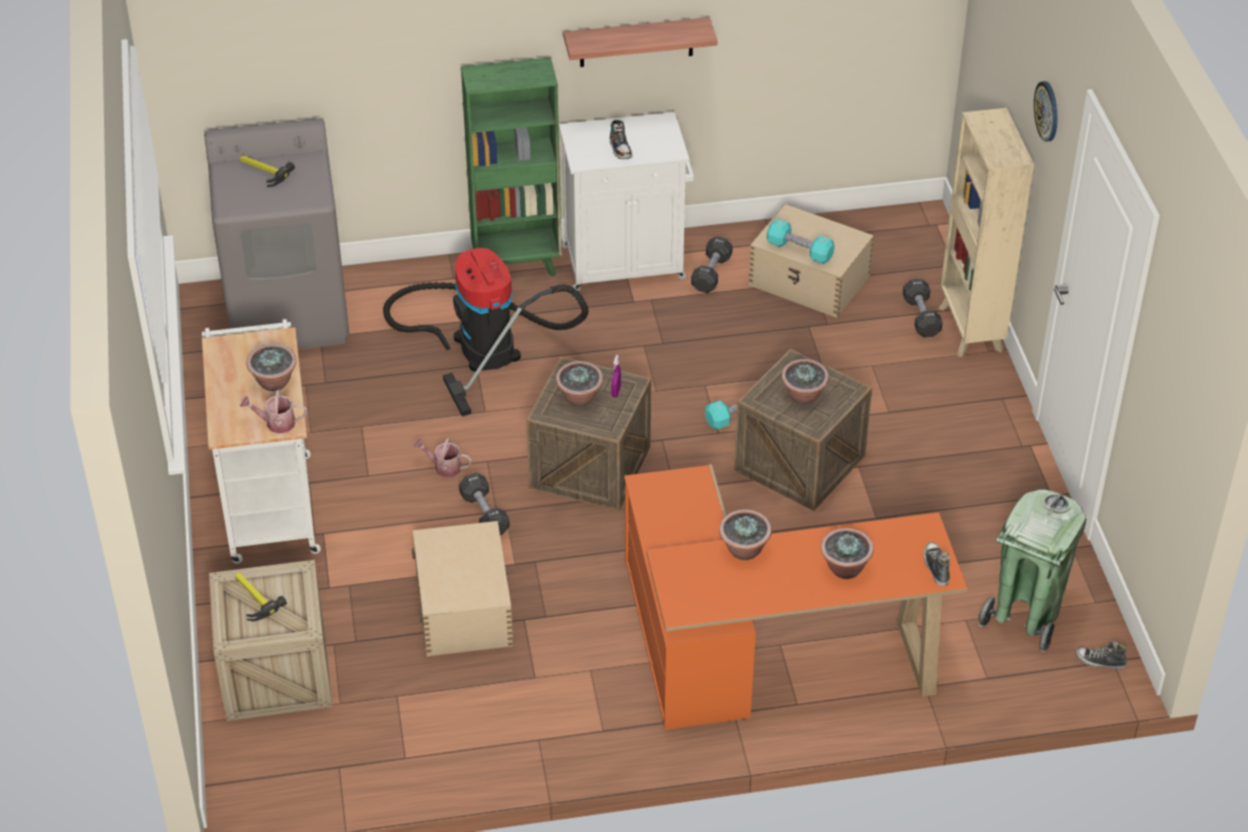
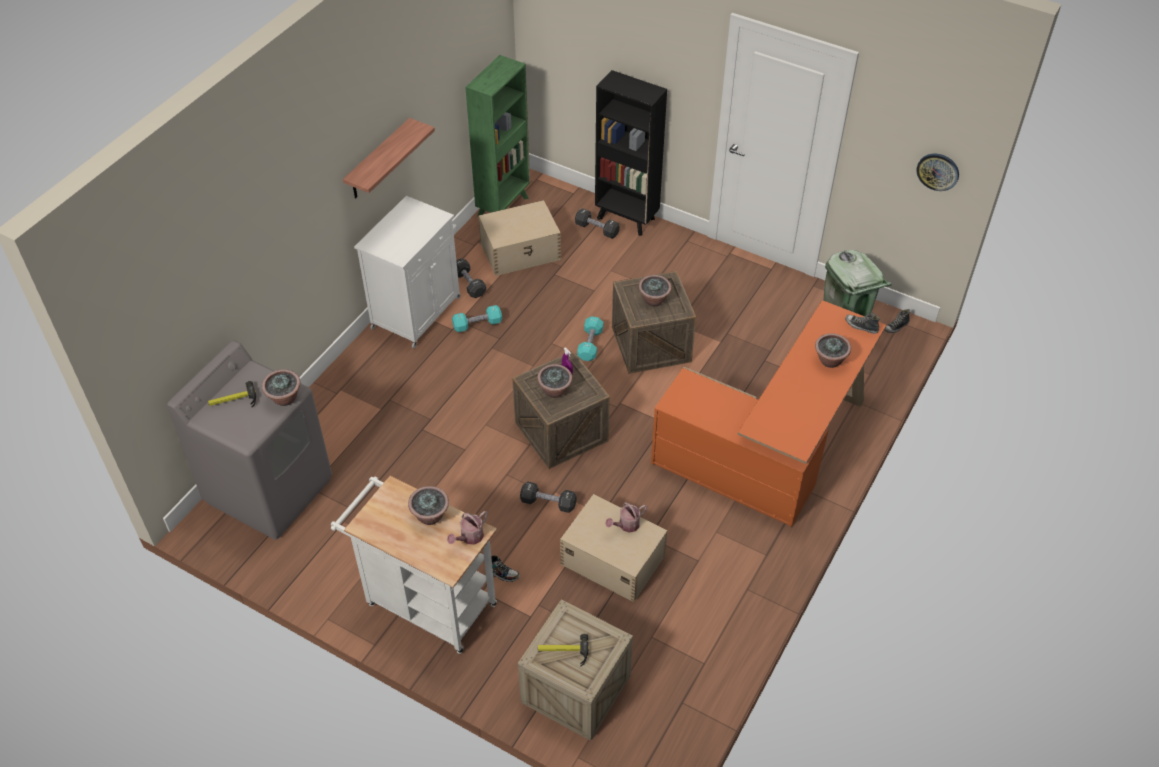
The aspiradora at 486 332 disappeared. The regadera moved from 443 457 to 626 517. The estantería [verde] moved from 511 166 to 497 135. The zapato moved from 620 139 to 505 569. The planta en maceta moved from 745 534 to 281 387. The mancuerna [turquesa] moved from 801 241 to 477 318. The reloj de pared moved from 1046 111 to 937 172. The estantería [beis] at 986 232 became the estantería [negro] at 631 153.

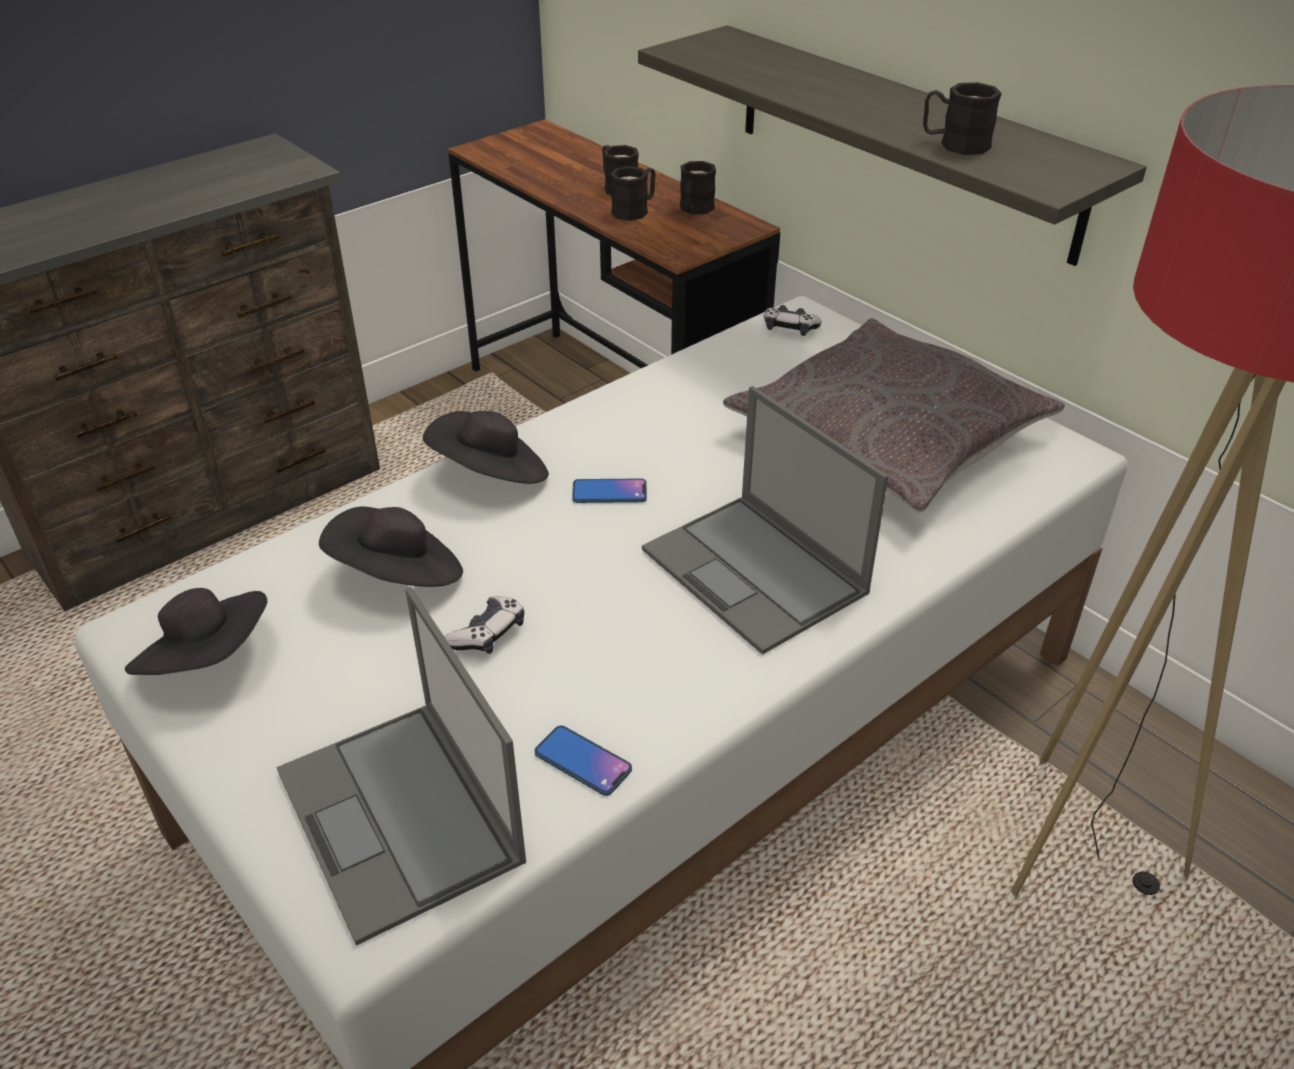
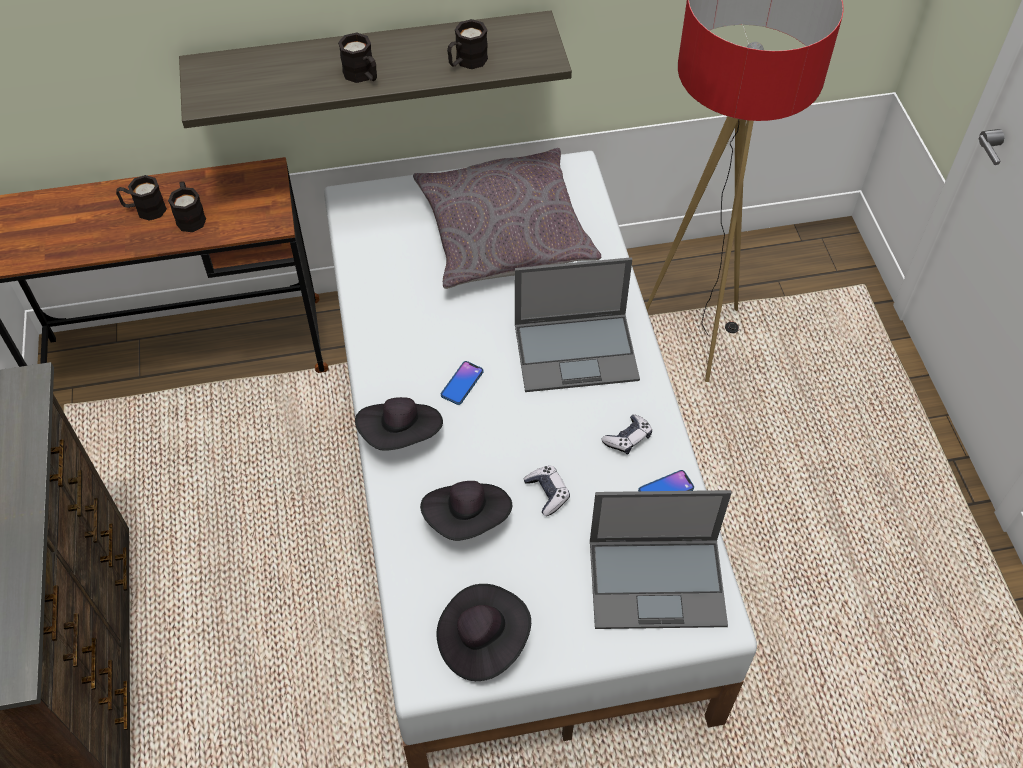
The taza grande [negro] moved from 698 187 to 357 57. The mando de consola moved from 793 320 to 626 434.

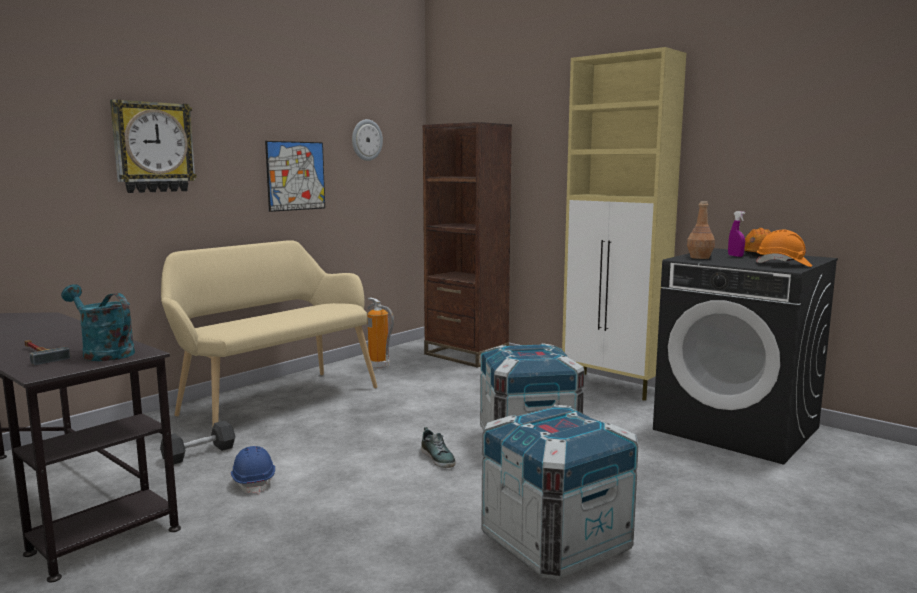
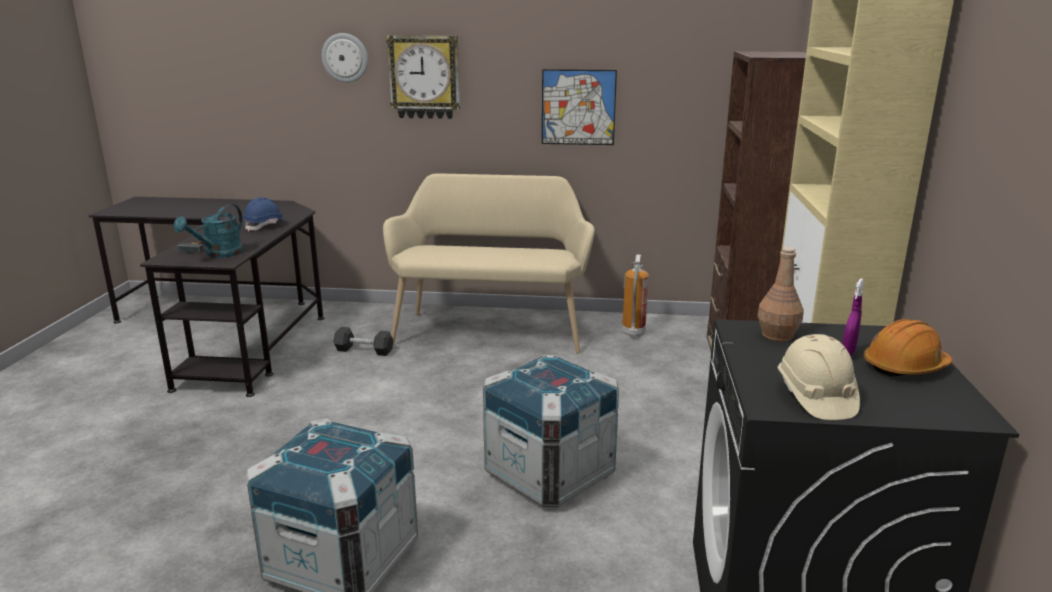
The zapato at 438 447 disappeared. The casco [azul] moved from 253 470 to 265 214. The reloj de pared moved from 367 140 to 345 58. The casco [naranja] at 783 248 became the casco [beis] at 819 377. The regadera [turquesa] at 98 322 turned 150 degrees counterclockwise.

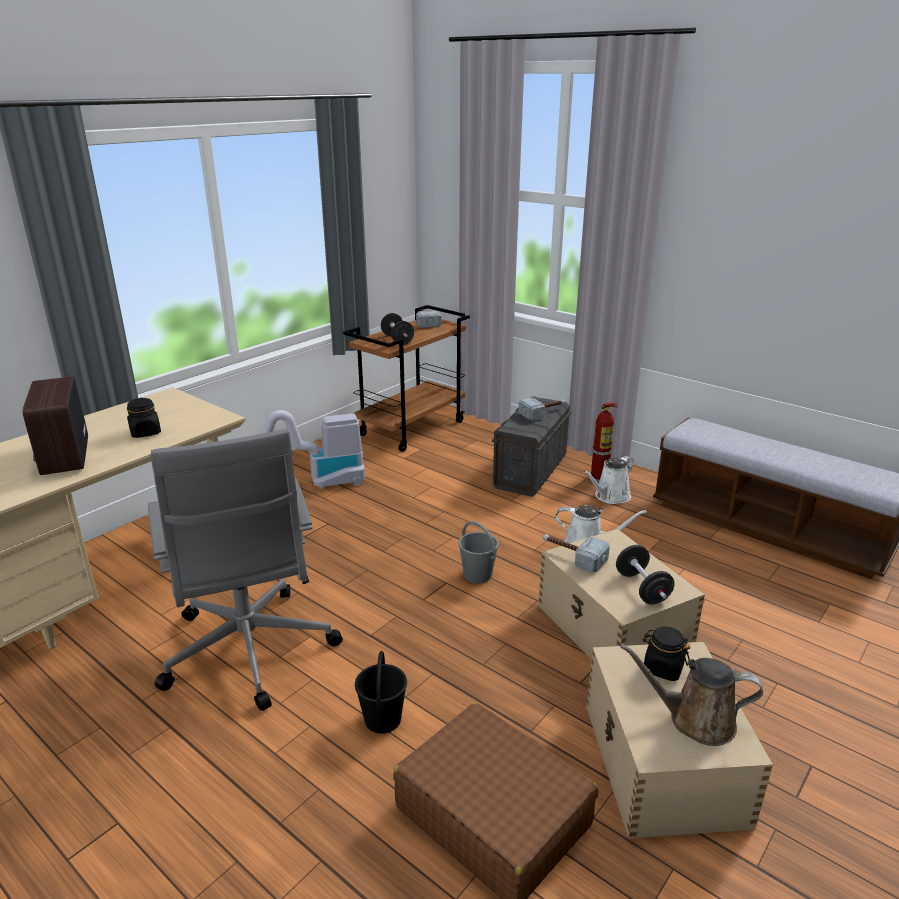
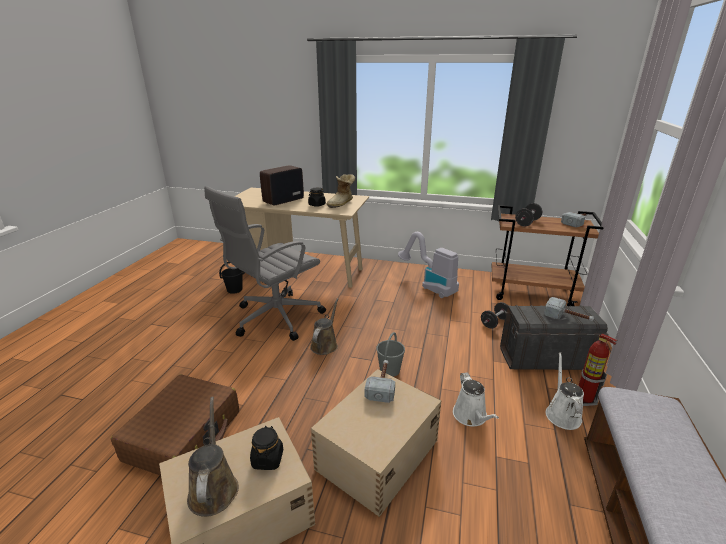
The regadera [marrón] at 324 326 appeared. The bota at 340 191 appeared. The cubo [negro] moved from 381 692 to 232 278. The mancuerna [negro] moved from 645 574 to 494 315. The regadera [blanco] at 608 480 turned 75 degrees clockwise.

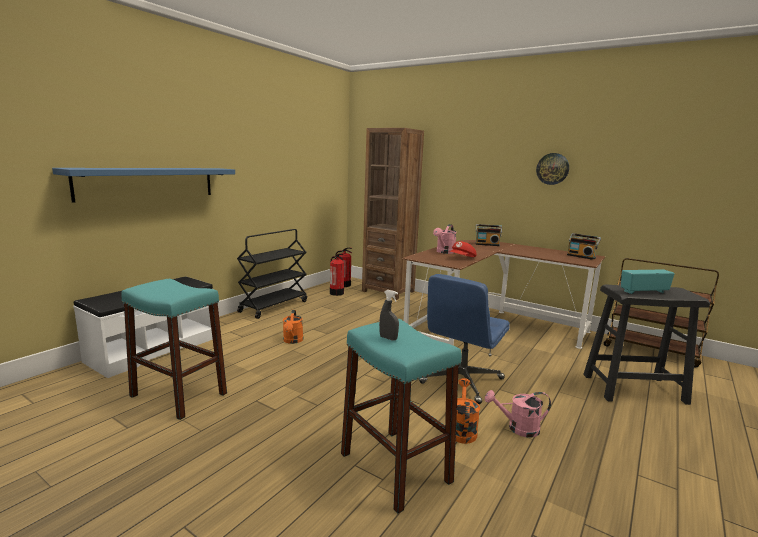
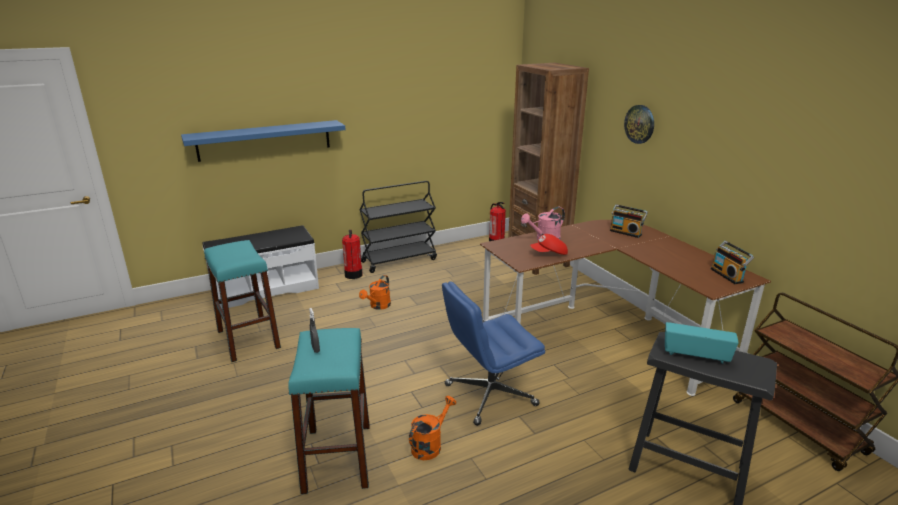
The regadera [rosa] at 518 414 disappeared. The extintor moved from 337 275 to 352 254. The reloj de pared moved from 552 169 to 639 124.

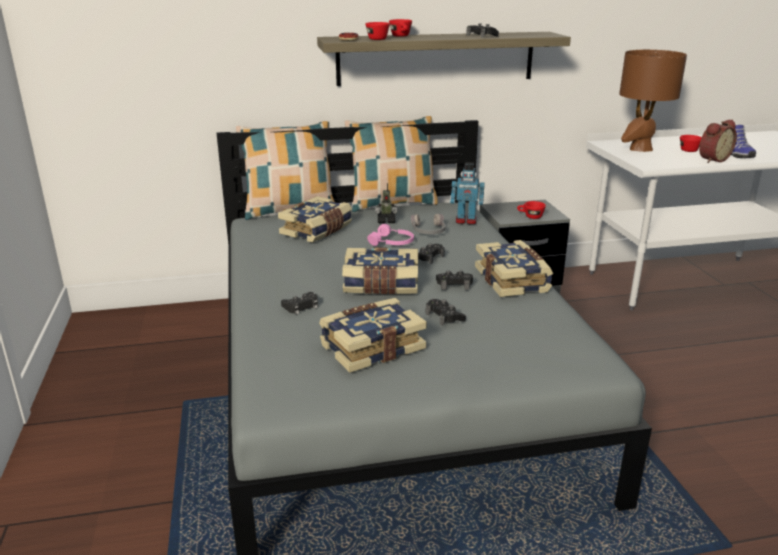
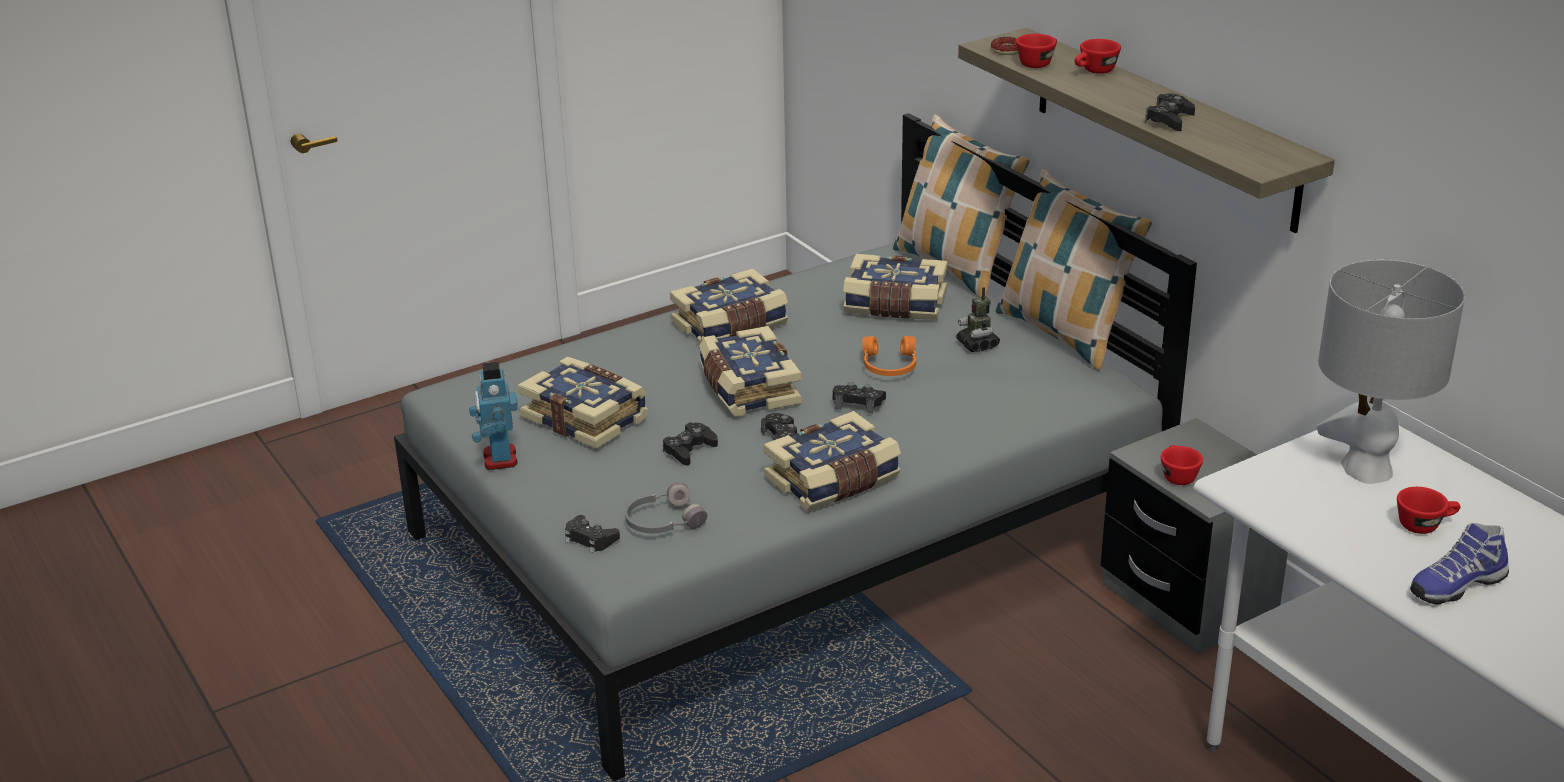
The despertador at 718 141 disappeared. The libro at 729 307 appeared. The mando de consola [negro] moved from 299 303 to 592 534. The auriculares [gris] moved from 428 224 to 666 507. The robot de juguete moved from 467 193 to 493 416. The auriculares [rosa] at 390 235 became the auriculares [naranja] at 889 356. The lámpara de mesa [marrón] at 653 101 became the lámpara de mesa [gris] at 1390 371.

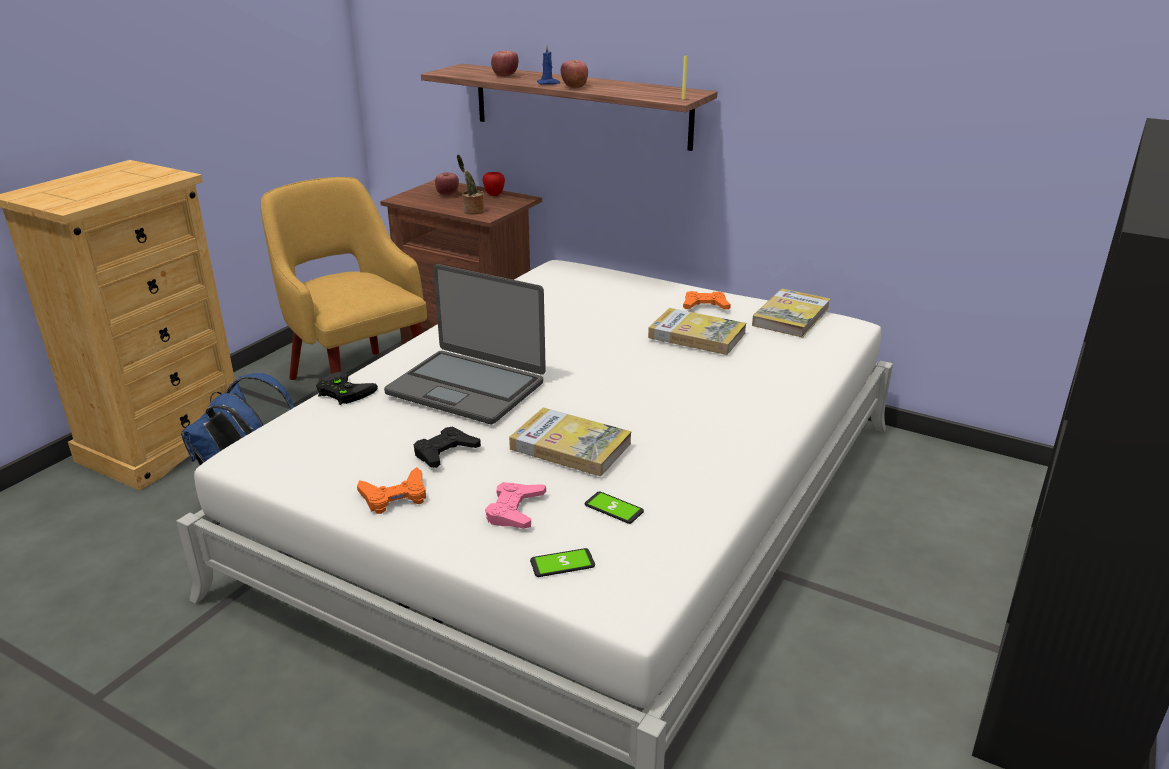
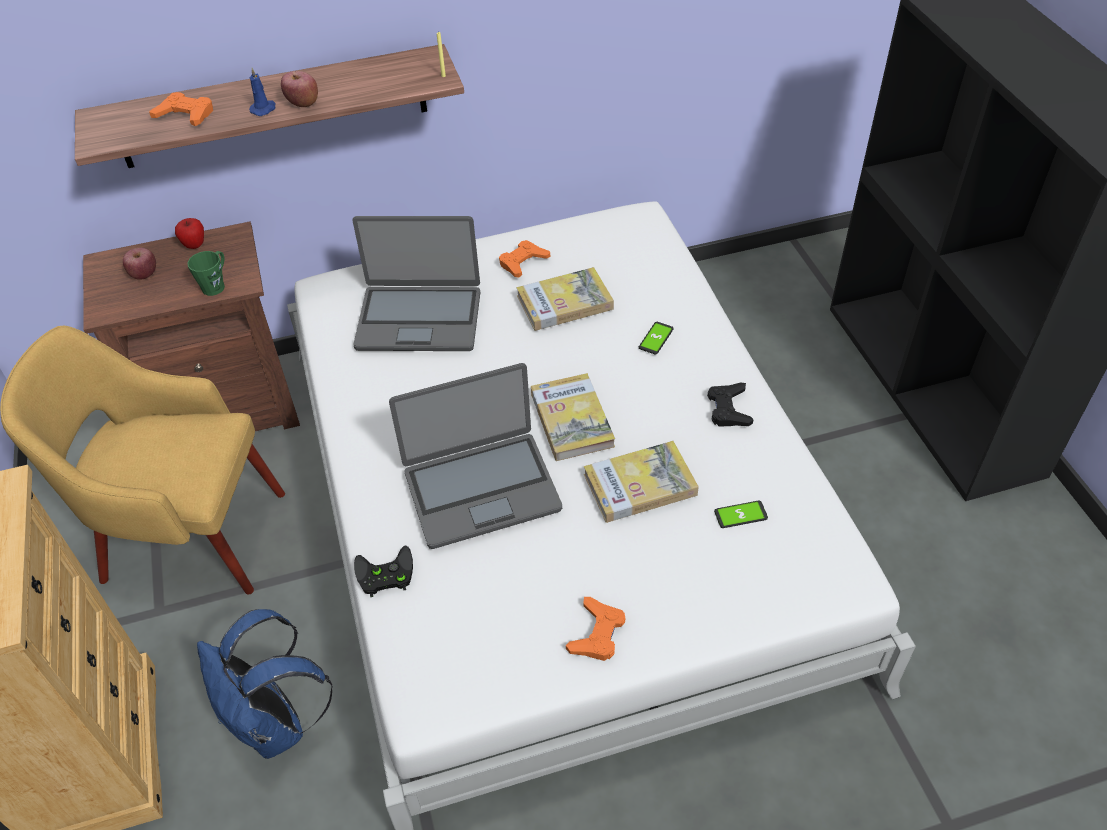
The mando de consola [rosa] at 515 505 disappeared. The portátil at 416 283 appeared. The mando de consola [negro] moved from 447 447 to 730 404. The móvil moved from 562 562 to 656 338. The libro moved from 791 313 to 573 417. The planta en maceta at 470 184 was replaced by the taza grande [verde] at 206 273. The manzana at 505 63 was replaced by the mando de consola [naranja] at 181 109.

